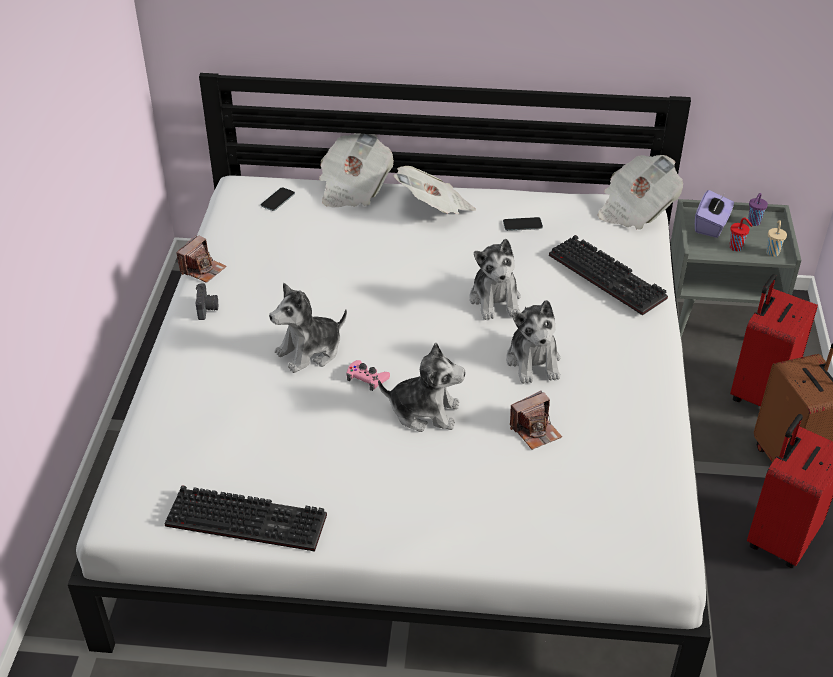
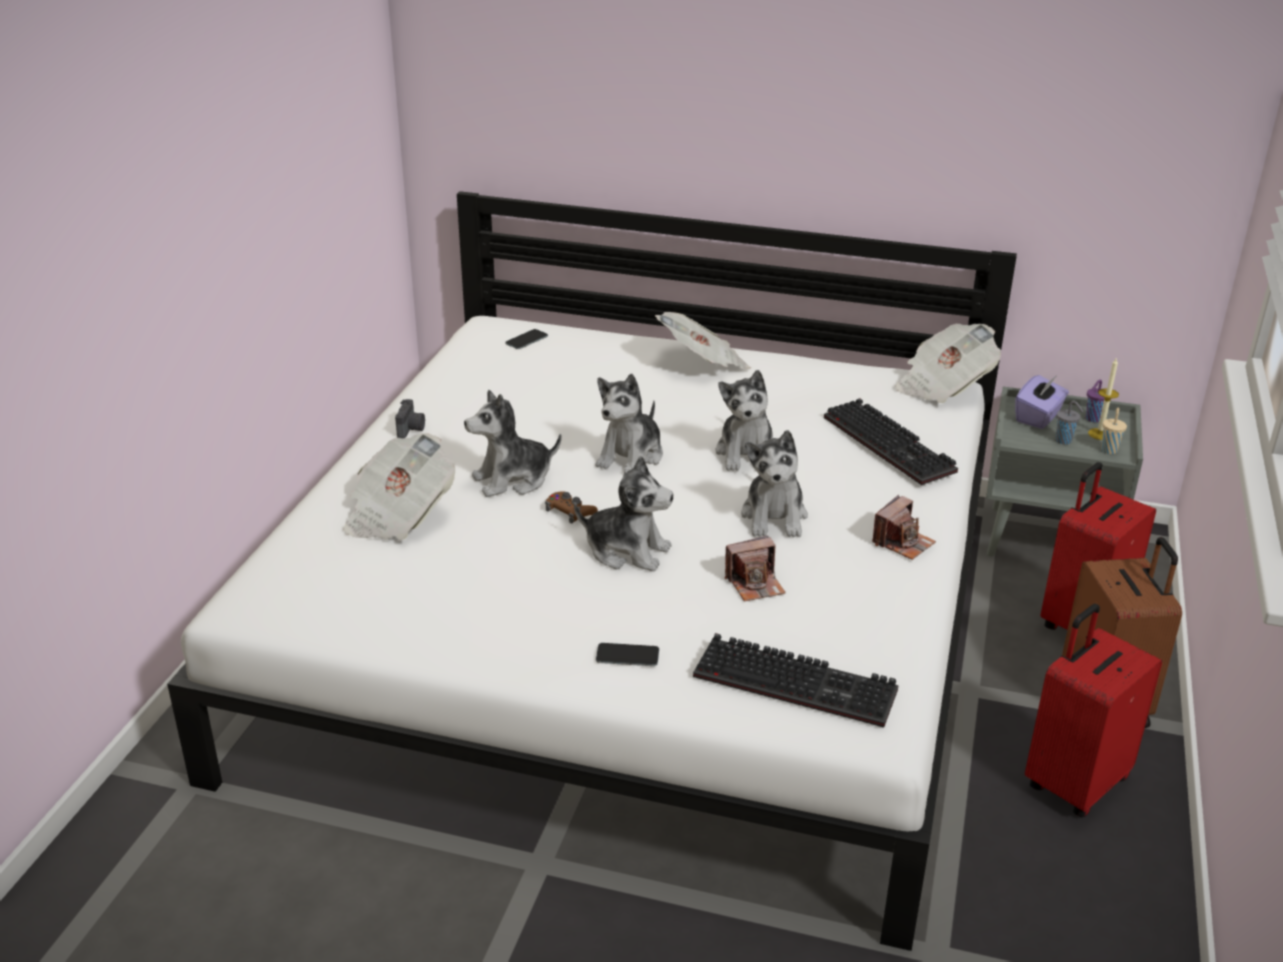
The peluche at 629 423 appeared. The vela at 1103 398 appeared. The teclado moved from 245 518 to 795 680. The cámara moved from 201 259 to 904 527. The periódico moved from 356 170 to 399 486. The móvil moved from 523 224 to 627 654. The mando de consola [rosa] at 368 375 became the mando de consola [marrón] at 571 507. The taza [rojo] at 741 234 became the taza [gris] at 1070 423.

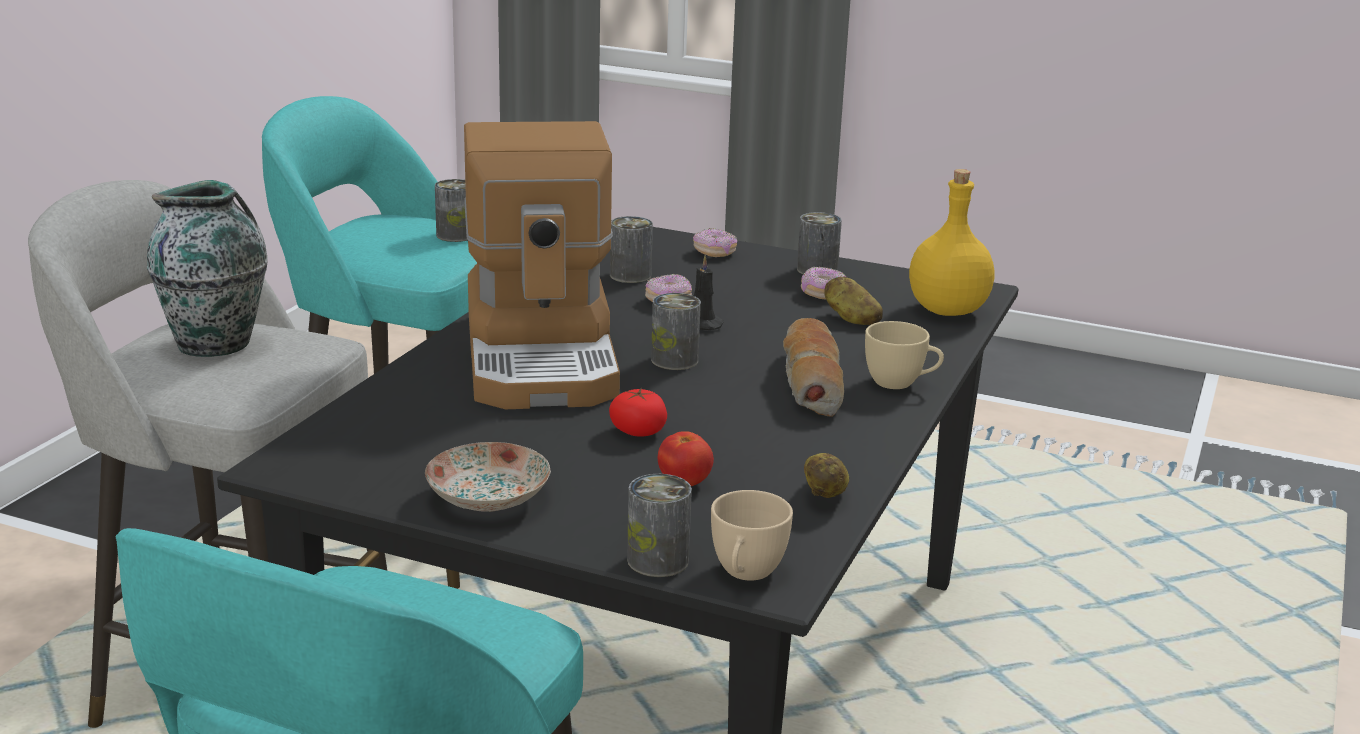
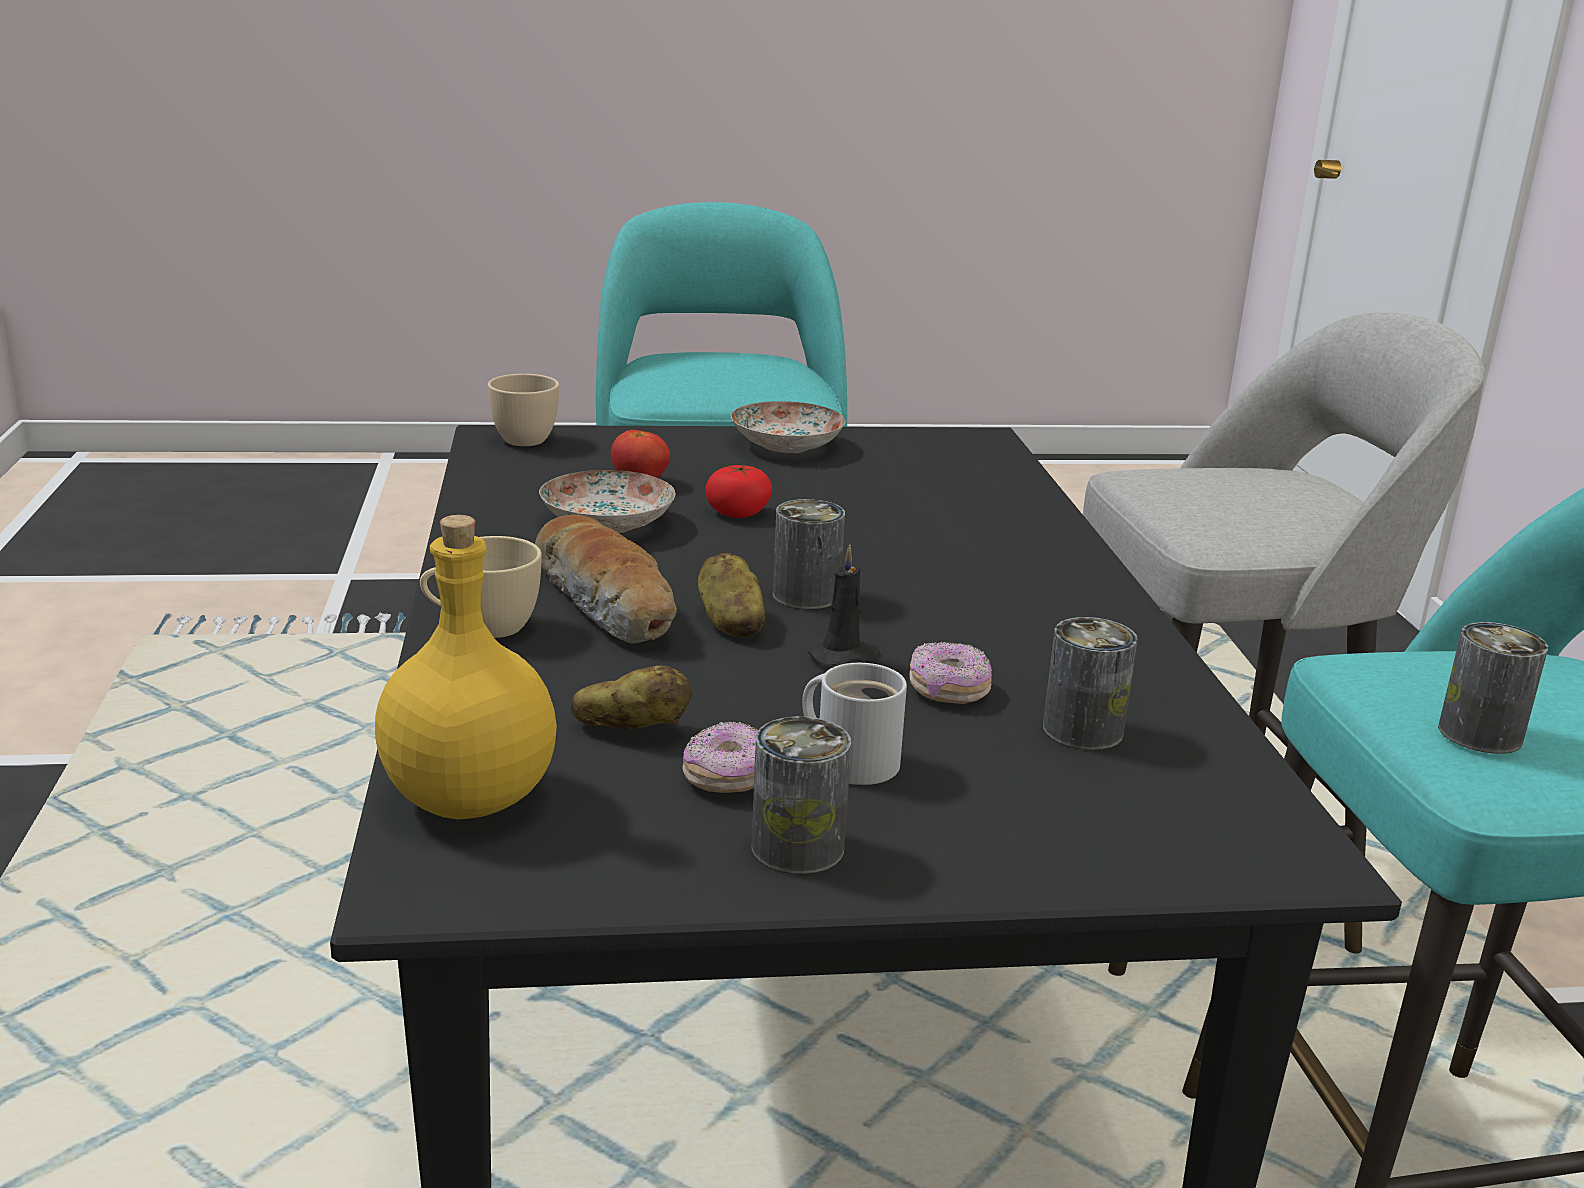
The florero at 207 268 disappeared. The cafetera at 542 265 disappeared. The lata at 659 525 disappeared. The rosquilla at 715 242 disappeared. The plato at 607 501 appeared. The taza grande [blanco] at 854 724 appeared. The patata moved from 826 475 to 732 595.

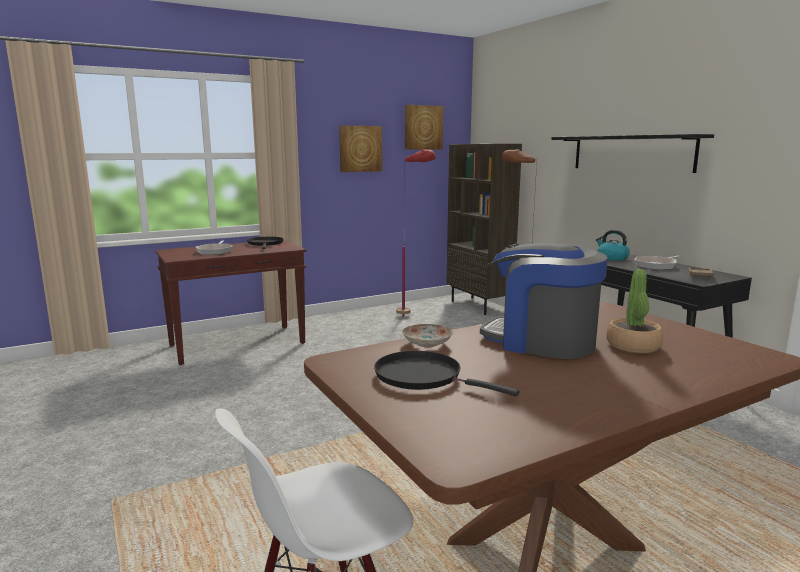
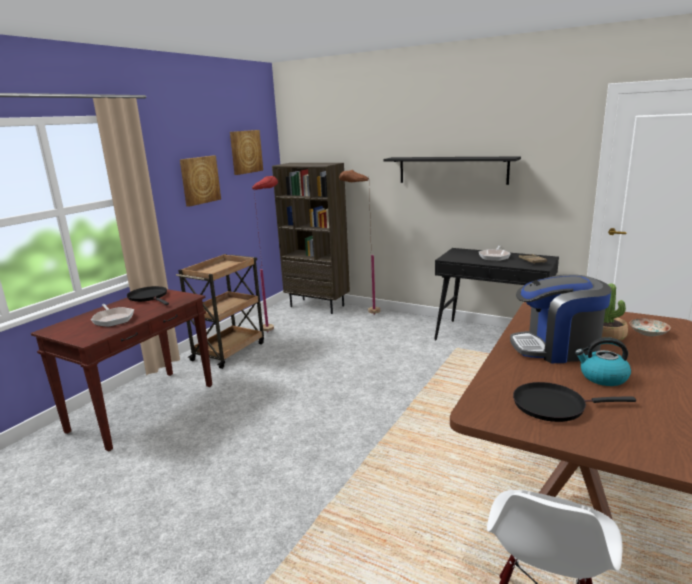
The carrito [marrón] at 220 311 appeared. The plato moved from 427 335 to 650 327. The hervidor moved from 613 245 to 603 361.

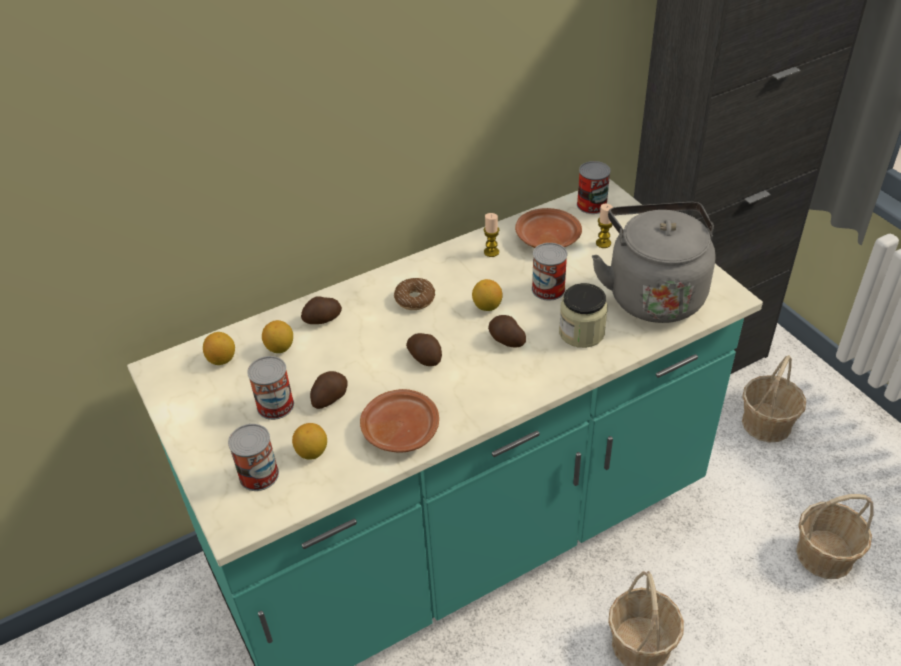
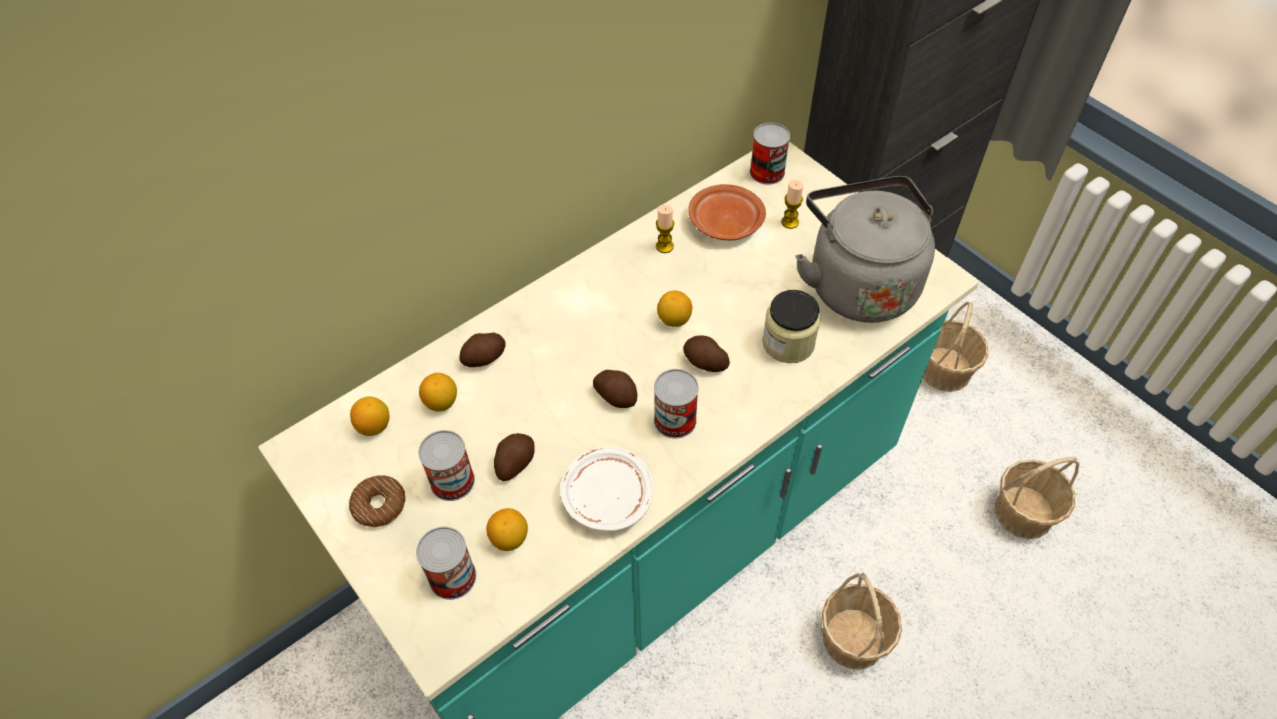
The rosquilla moved from 414 294 to 377 501. The lata moved from 549 272 to 676 403. The plato [marrón] at 399 421 became the plato [blanco] at 607 488.

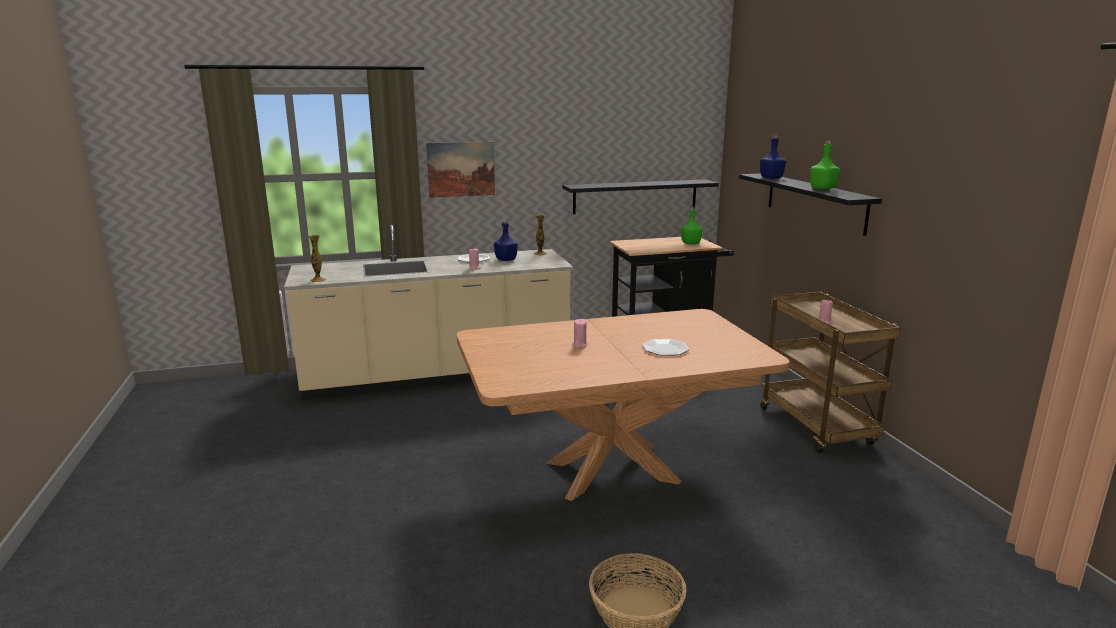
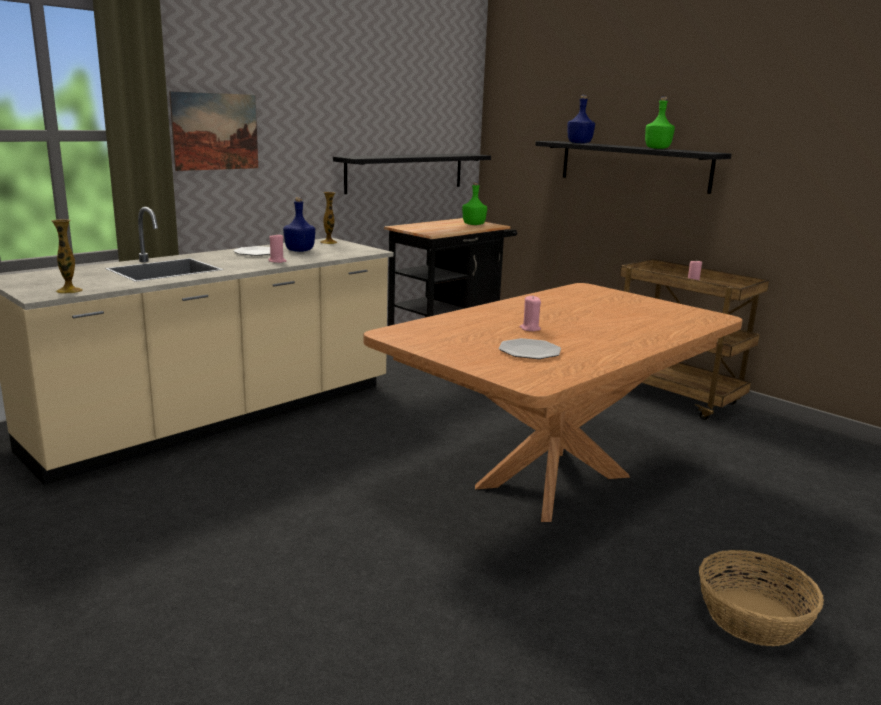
The plato moved from 665 347 to 529 348.

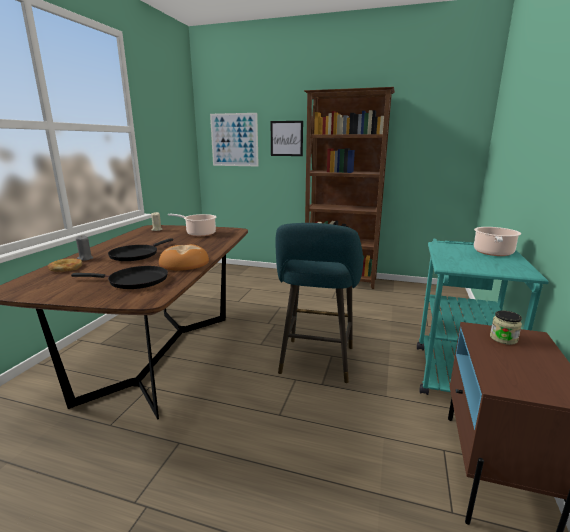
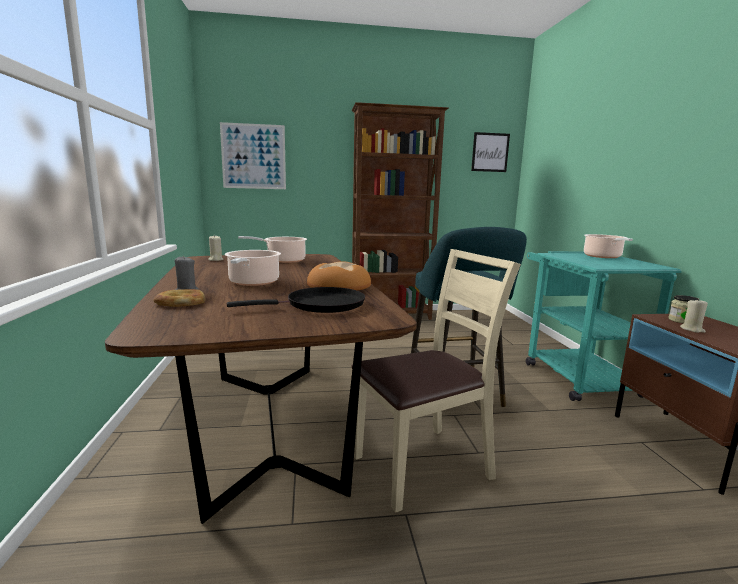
The silla [beis] at 436 381 appeared. The vela [beis] at 694 316 appeared. The cuadro moved from 287 138 to 490 152. The sartén [negro] at 140 249 was replaced by the olla at 253 268.

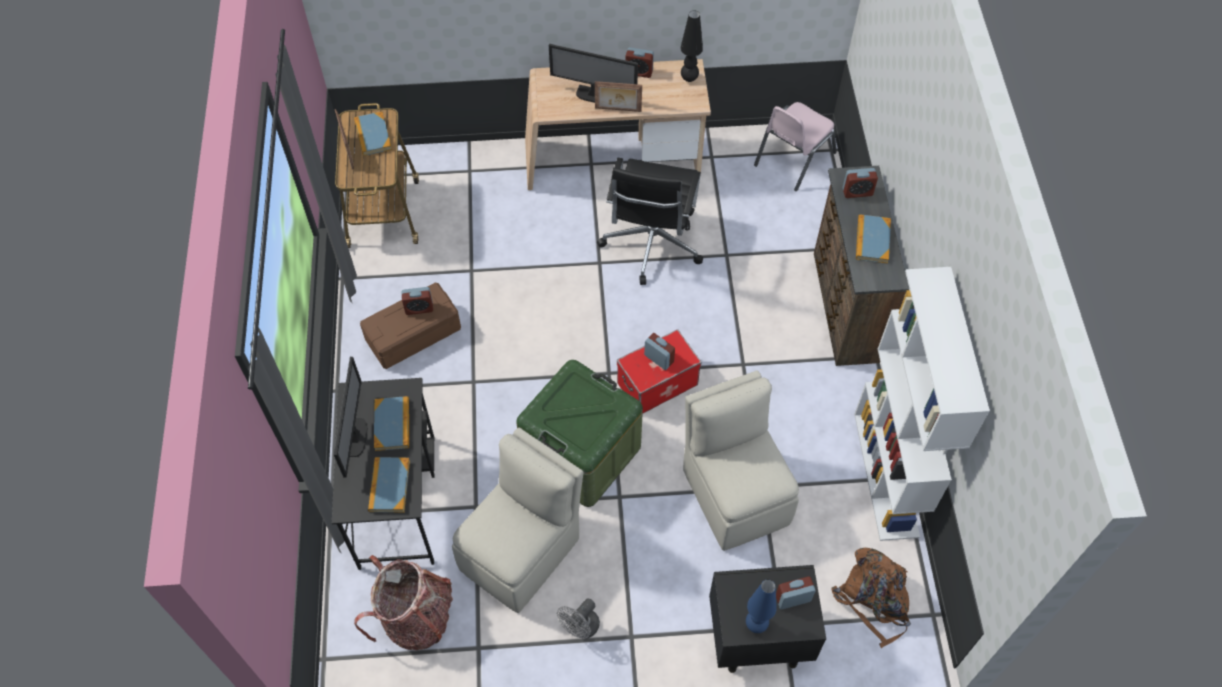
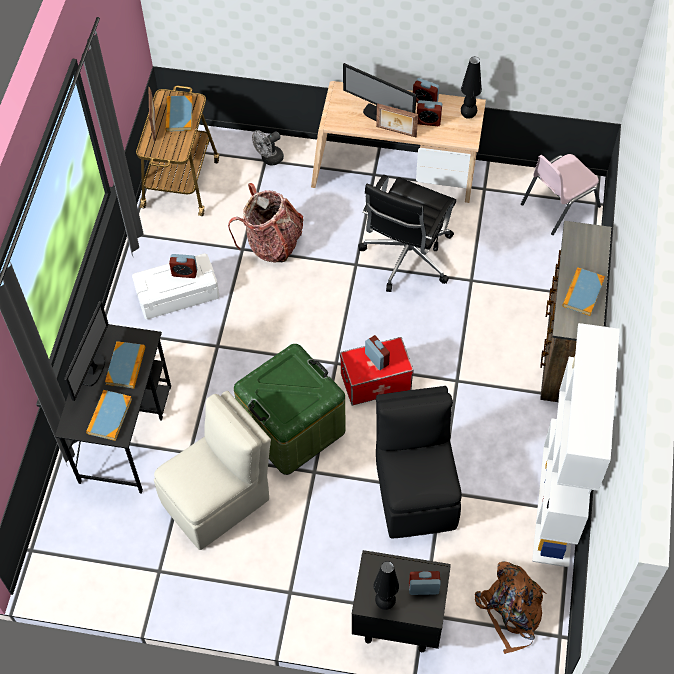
The mochila moved from 403 602 to 266 223. The ventilador [gris] moved from 578 618 to 268 147. The despertador moved from 860 183 to 429 113. The caja de almacenaje [marrón] at 410 326 became the caja de almacenaje [blanco] at 176 286. The silla [beis] at 741 460 became the silla [negro] at 419 462. The lámpara de mesa [azul] at 761 606 became the lámpara de mesa [negro] at 386 585.

